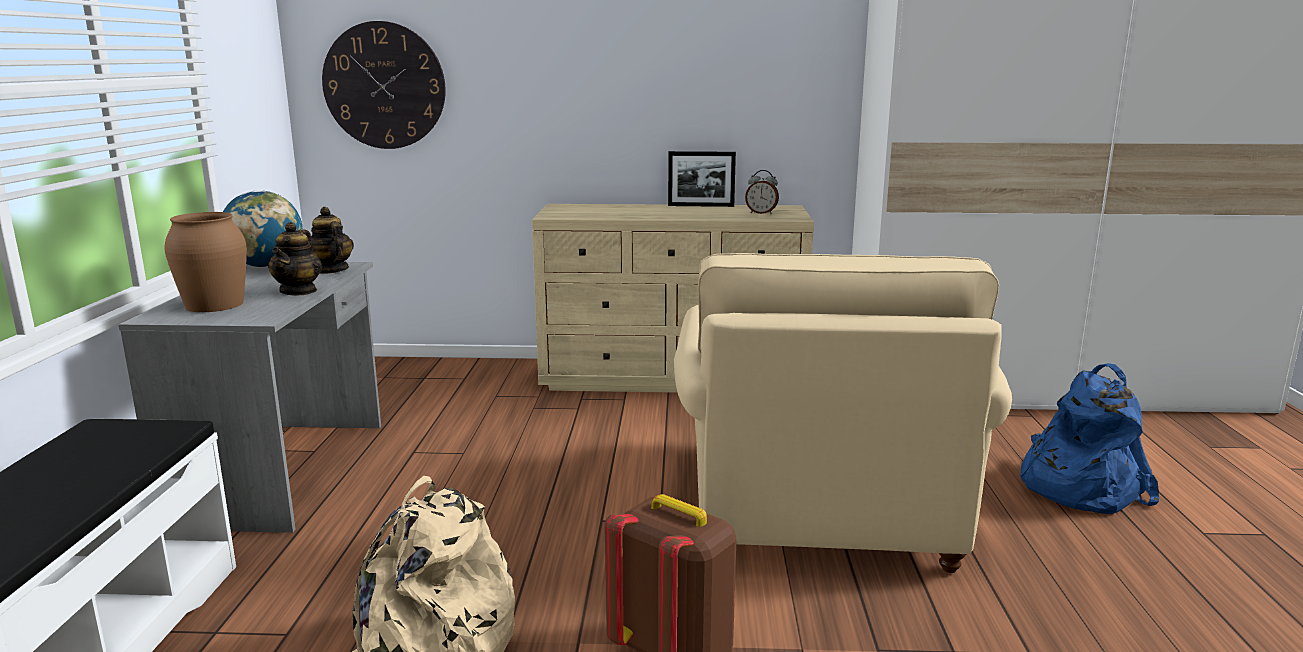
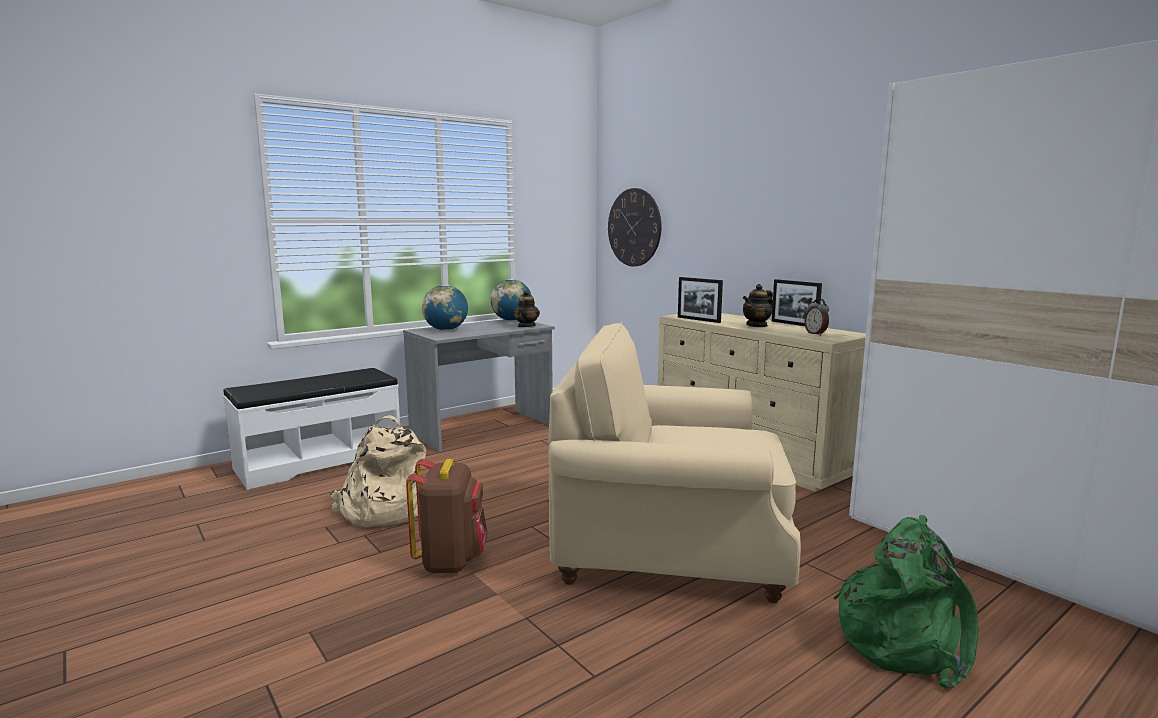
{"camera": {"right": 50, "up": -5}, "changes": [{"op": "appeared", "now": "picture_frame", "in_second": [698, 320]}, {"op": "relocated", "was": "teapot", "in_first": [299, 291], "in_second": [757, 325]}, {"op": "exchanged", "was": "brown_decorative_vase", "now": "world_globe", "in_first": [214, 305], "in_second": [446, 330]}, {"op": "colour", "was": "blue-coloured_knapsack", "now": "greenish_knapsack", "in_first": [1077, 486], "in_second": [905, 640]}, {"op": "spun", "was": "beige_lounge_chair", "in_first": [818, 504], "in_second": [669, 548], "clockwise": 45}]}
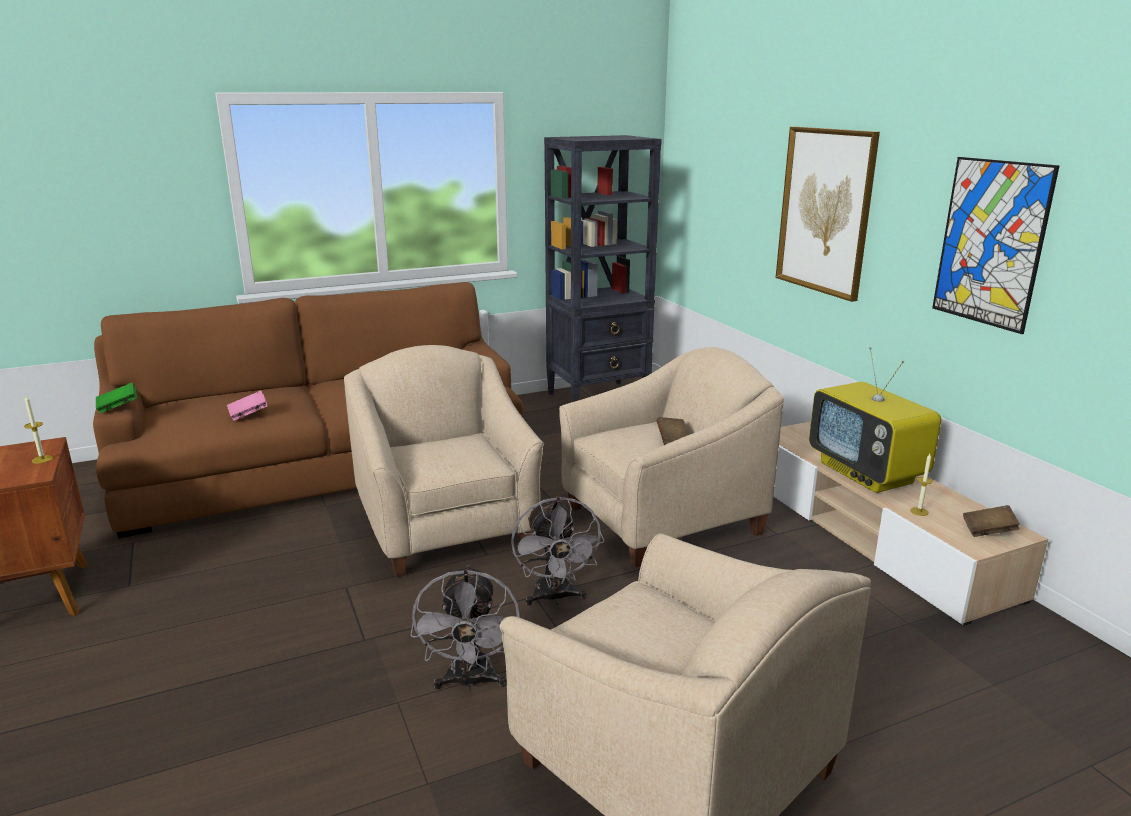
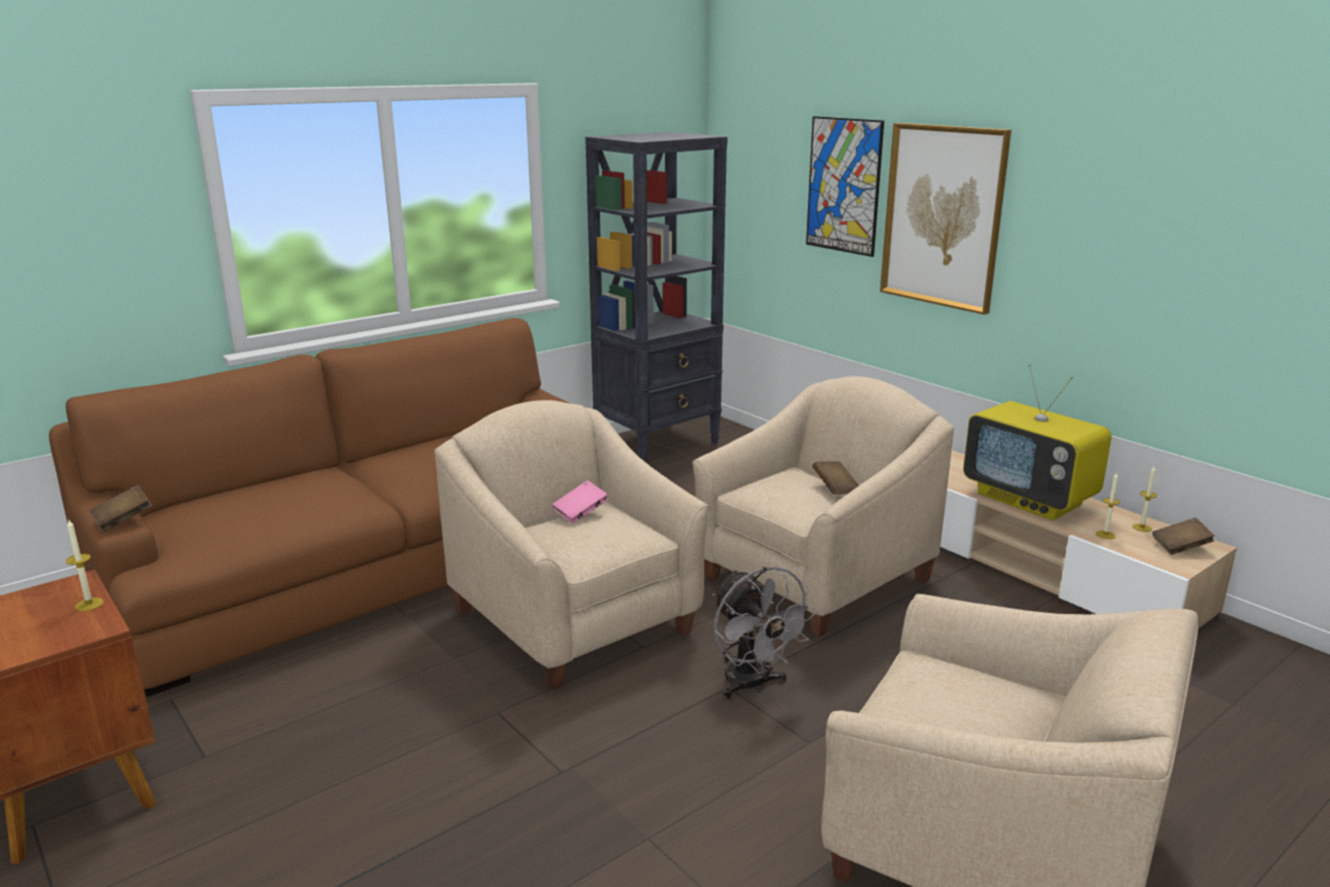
{"camera": {"right": -15, "up": 0}, "changes": [{"op": "missing", "was": "greyish_cooling_fan", "in_first": [470, 682]}, {"op": "appeared", "now": "candle", "in_second": [1142, 528]}, {"op": "relocated", "was": "pink-coloured_bound_book", "in_first": [248, 414], "in_second": [580, 513]}, {"op": "relocated", "was": "wall_art", "in_first": [991, 243], "in_second": [843, 185]}, {"op": "colour", "was": "greenish_bound_book", "now": "brown_bound_book", "in_first": [118, 407], "in_second": [123, 520]}]}
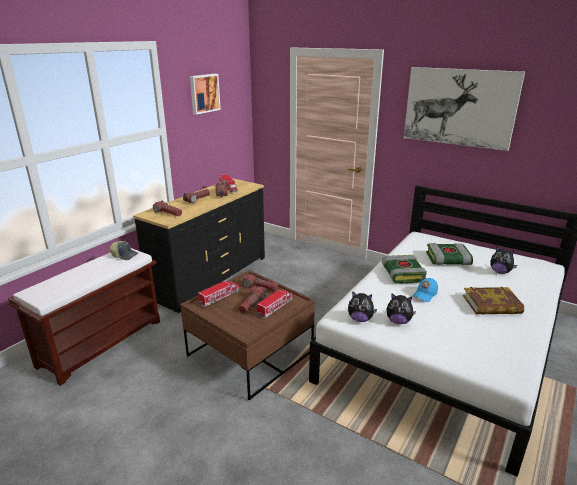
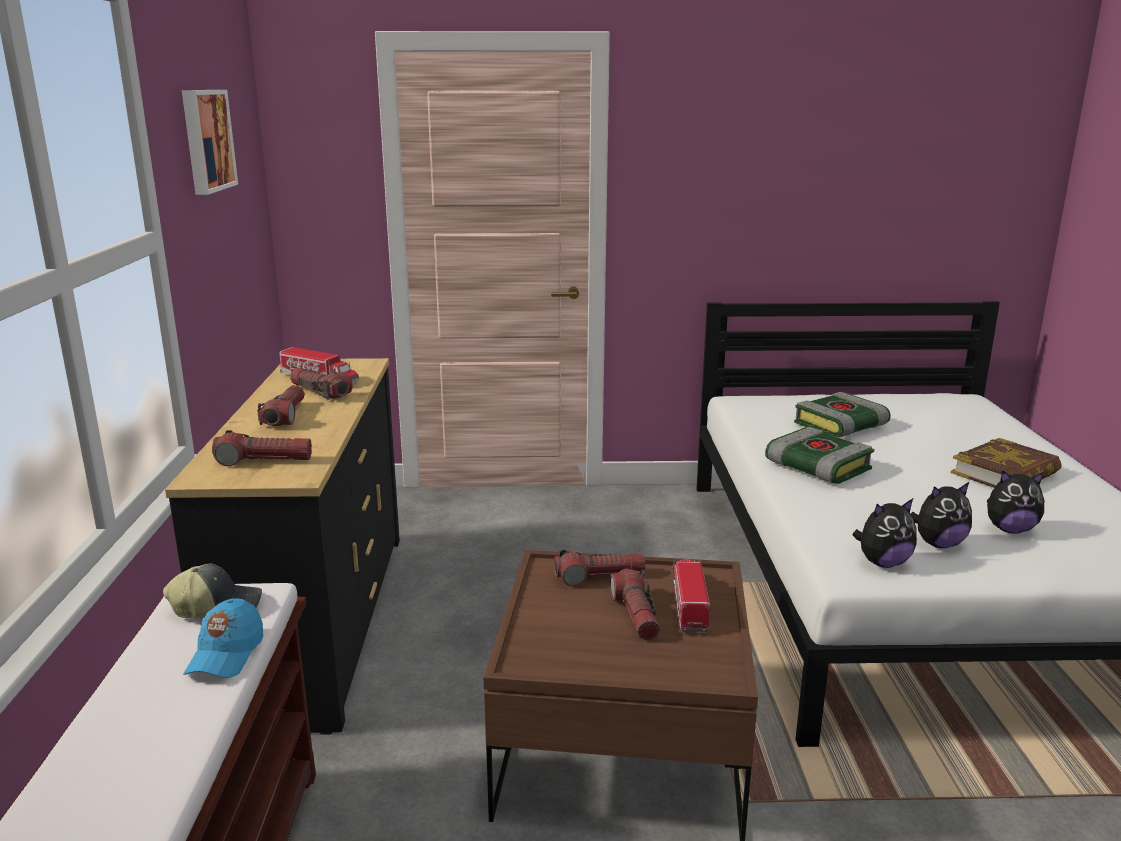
{"camera": {"right": -35, "up": -5}, "changes": [{"op": "missing", "was": "model_truck", "in_first": [219, 297]}, {"op": "missing", "was": "wall_art", "in_first": [459, 107]}, {"op": "relocated", "was": "blue-coloured_baseball_cap", "in_first": [424, 295], "in_second": [226, 655]}, {"op": "relocated", "was": "soft_toy", "in_first": [500, 272], "in_second": [1009, 529]}]}
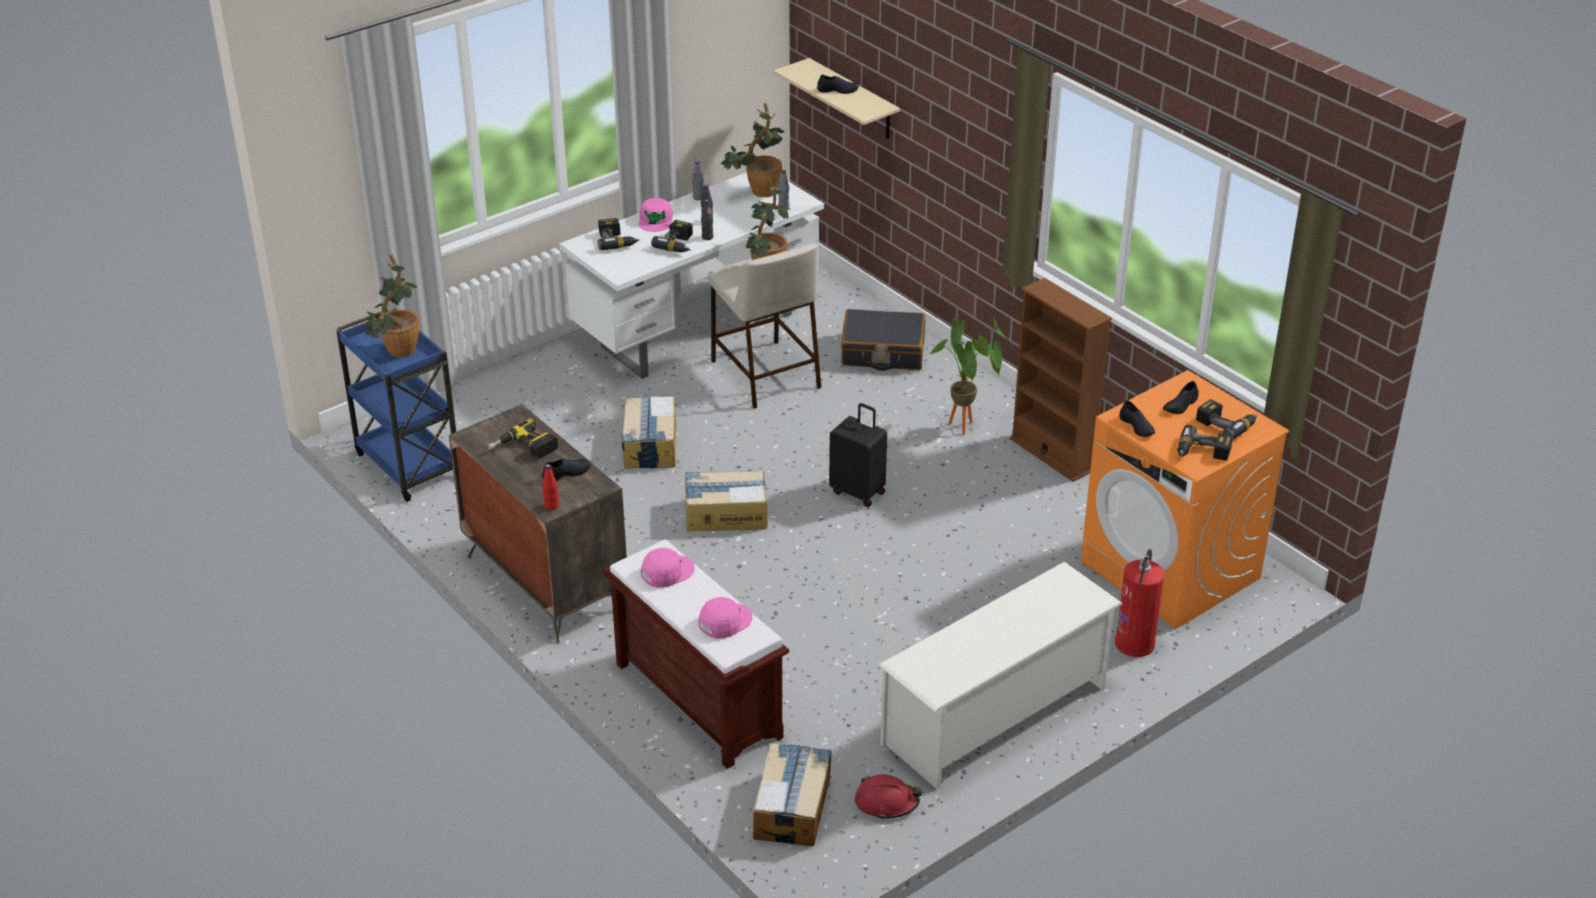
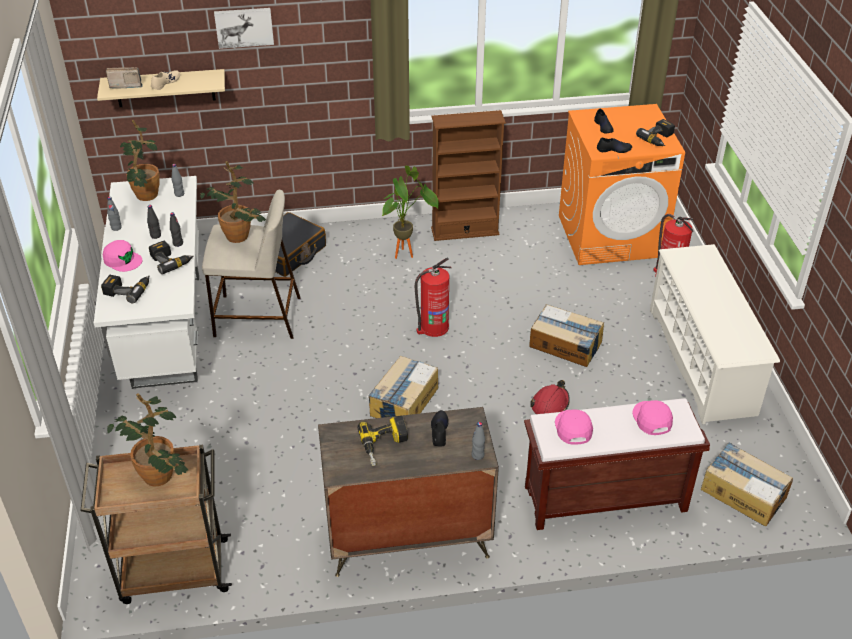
{"camera": {"right": -60, "up": 5}, "changes": [{"op": "missing", "was": "drill", "in_first": [1226, 424]}, {"op": "appeared", "now": "radio", "in_second": [125, 85]}, {"op": "appeared", "now": "wall_art", "in_second": [244, 27]}, {"op": "relocated", "was": "cardboard_box", "in_first": [650, 445], "in_second": [565, 345]}, {"op": "relocated", "was": "red-coloured_hard_hat", "in_first": [886, 802], "in_second": [550, 404]}, {"op": "exchanged", "was": "black-coloured_suitcase", "now": "fire-fighting_cylinder", "in_first": [858, 492], "in_second": [433, 327]}, {"op": "colour", "was": "blue-coloured_trolley", "now": "brown_trolley", "in_first": [408, 464], "in_second": [172, 571]}, {"op": "colour", "was": "red-coloured_beverage_bottle", "now": "greyish_beverage_bottle", "in_first": [551, 506], "in_second": [477, 455]}, {"op": "colour", "was": "black-coloured_low_shoe", "now": "beige_low_shoe", "in_first": [837, 90], "in_second": [165, 82]}]}
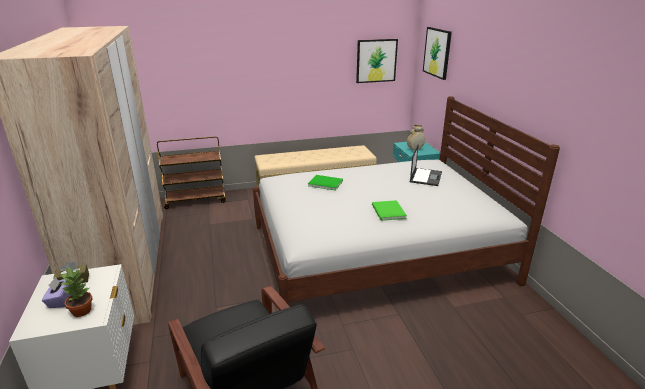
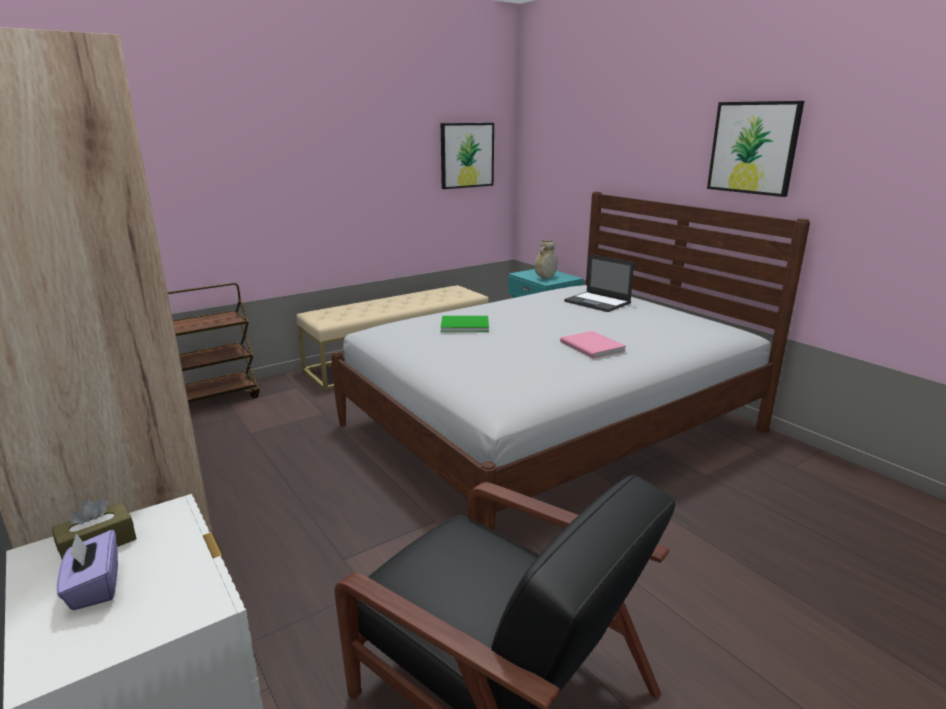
{"camera": {"right": -20, "up": -5}, "changes": [{"op": "missing", "was": "plant_in_a_pot", "in_first": [82, 310]}, {"op": "relocated", "was": "wall_art", "in_first": [437, 52], "in_second": [753, 148]}, {"op": "colour", "was": "greenish_bound_book", "now": "pink-coloured_bound_book", "in_first": [388, 212], "in_second": [592, 347]}, {"op": "spun", "was": "portable_computer", "in_first": [425, 177], "in_second": [598, 302], "clockwise": 135}]}
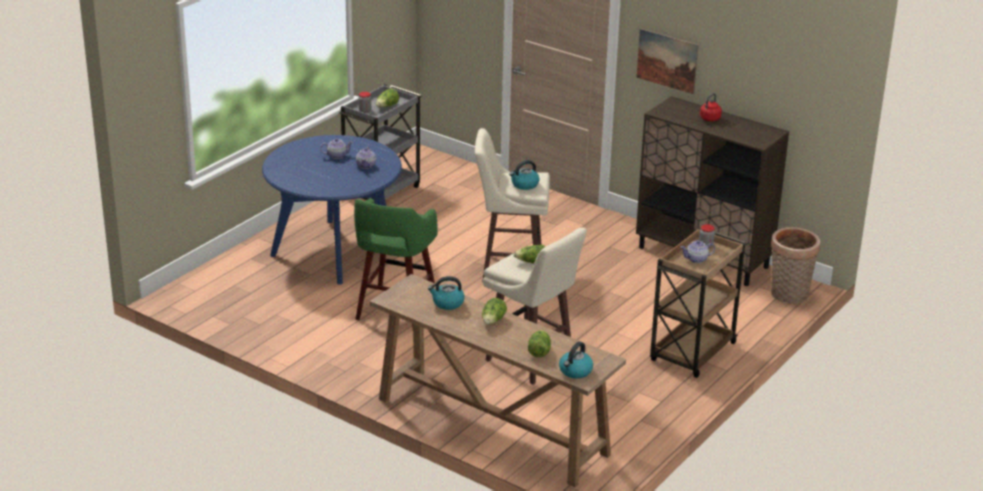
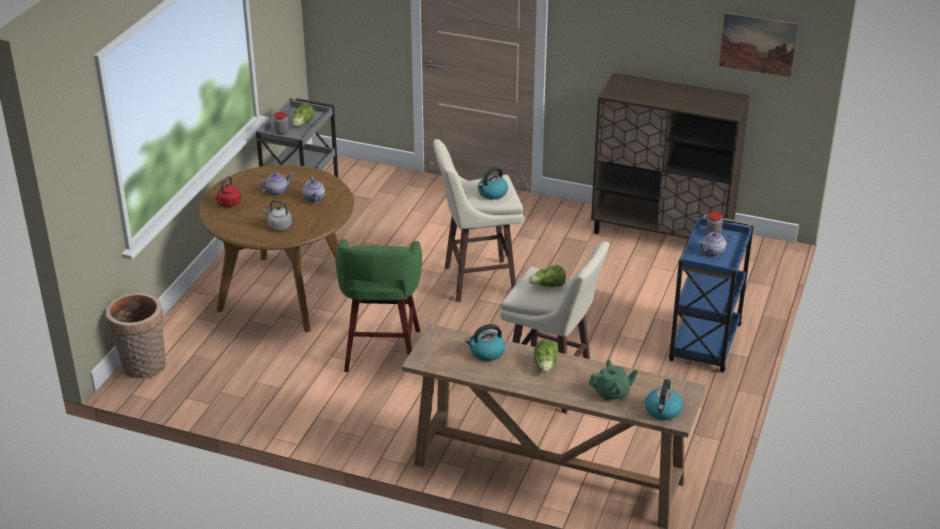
{"camera": {"right": -15, "up": 5}, "changes": [{"op": "appeared", "now": "greyish_kettle", "in_second": [278, 226]}, {"op": "relocated", "was": "wall_art", "in_first": [667, 61], "in_second": [758, 44]}, {"op": "relocated", "was": "red-coloured_kettle", "in_first": [709, 119], "in_second": [228, 204]}, {"op": "relocated", "was": "storage_basket", "in_first": [788, 296], "in_second": [143, 368]}, {"op": "exchanged", "was": "head_of_lettuce", "now": "greenish_teapot", "in_first": [539, 351], "in_second": [612, 393]}, {"op": "colour", "was": "blue-coloured_dining_table", "now": "brown_dining_table", "in_first": [334, 251], "in_second": [284, 293]}, {"op": "colour", "was": "brown_trolley", "now": "blue-coloured_trolley", "in_first": [692, 353], "in_second": [705, 344]}]}
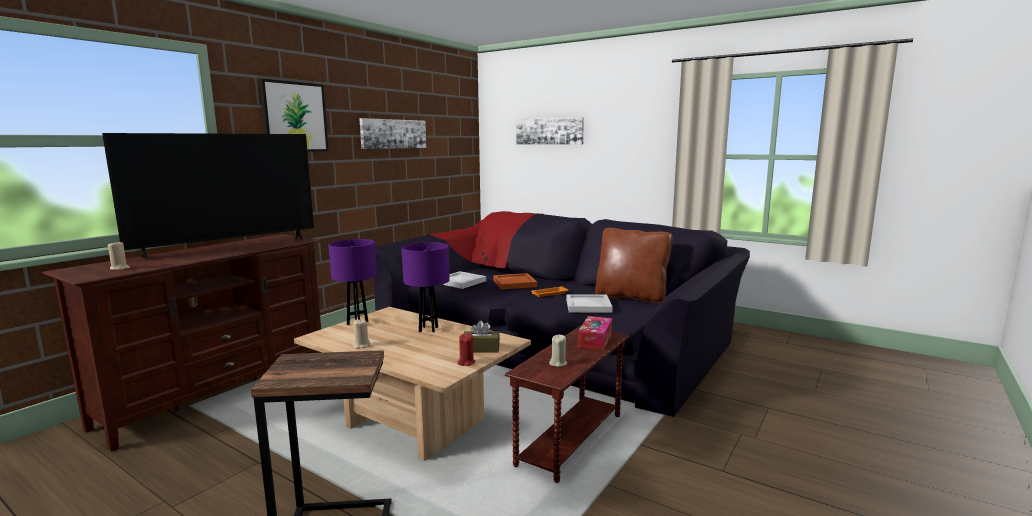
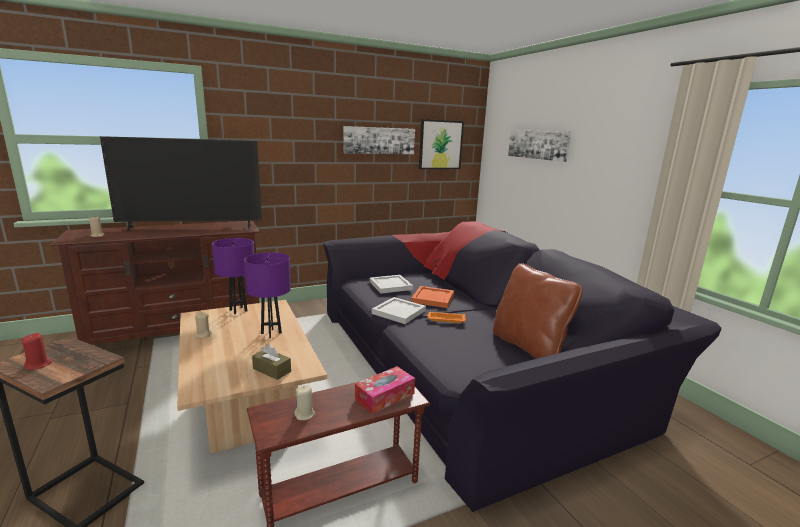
{"camera": {"right": 30, "up": 5}, "changes": [{"op": "relocated", "was": "wall_art", "in_first": [294, 117], "in_second": [440, 145]}, {"op": "relocated", "was": "red-coloured_candle", "in_first": [466, 362], "in_second": [38, 365]}, {"op": "relocated", "was": "white_serving_tray", "in_first": [587, 306], "in_second": [398, 312]}]}
